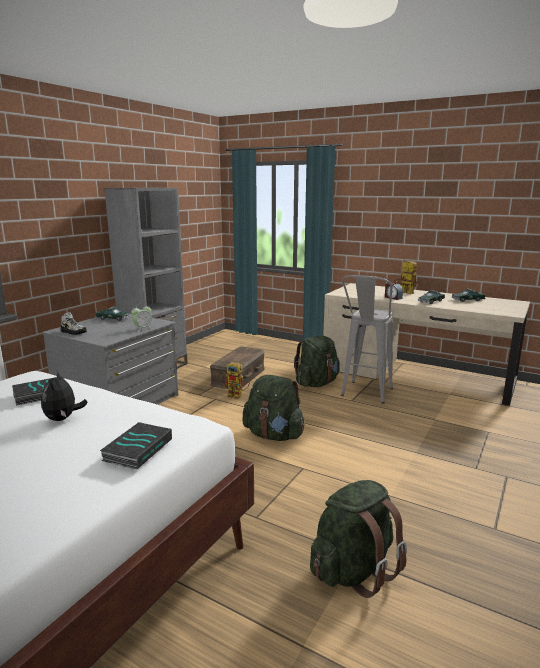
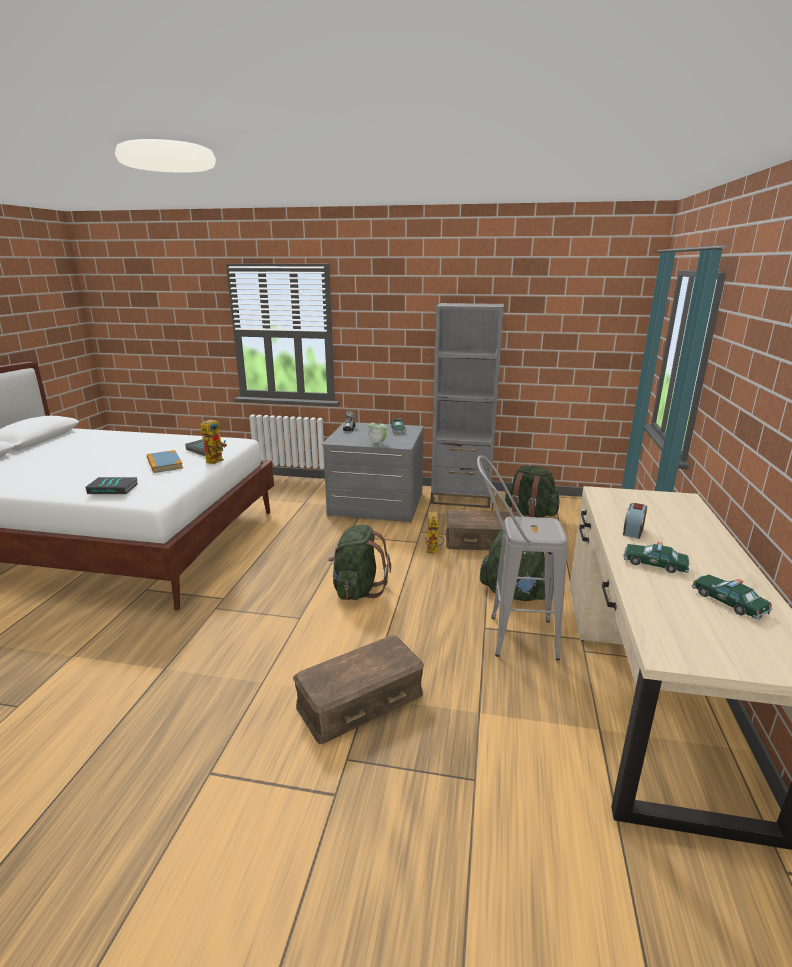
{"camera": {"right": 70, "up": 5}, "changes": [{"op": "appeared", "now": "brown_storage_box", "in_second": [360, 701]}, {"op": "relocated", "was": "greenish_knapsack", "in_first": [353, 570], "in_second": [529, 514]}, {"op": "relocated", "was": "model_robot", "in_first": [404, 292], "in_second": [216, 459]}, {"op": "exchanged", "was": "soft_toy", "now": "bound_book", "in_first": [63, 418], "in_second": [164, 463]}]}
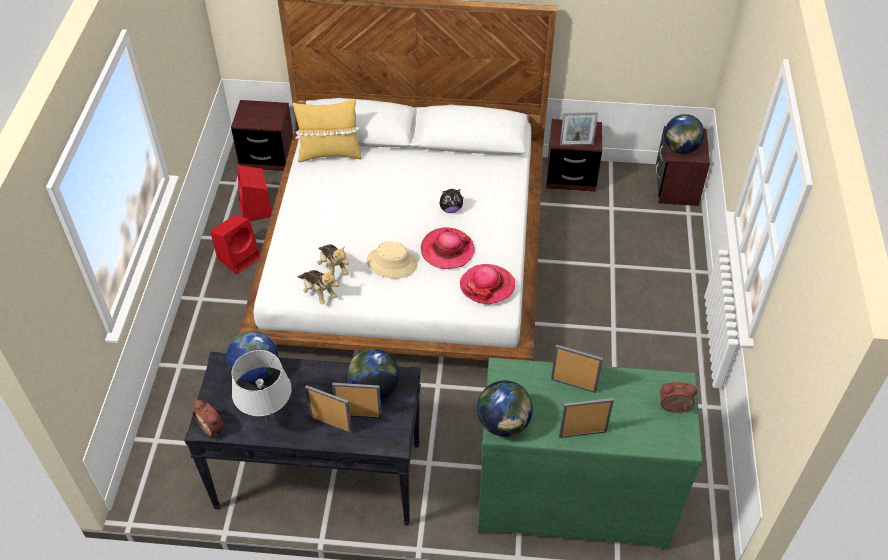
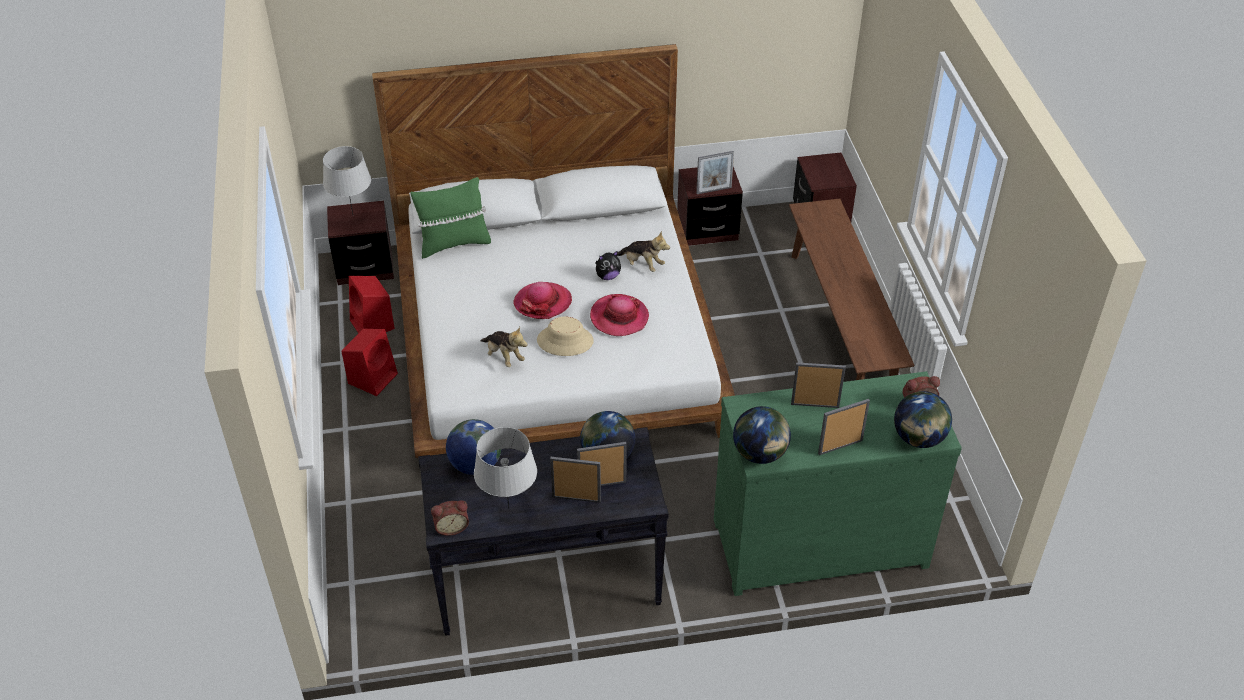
{"camera": {"right": -15, "up": -5}, "changes": [{"op": "appeared", "now": "greyish_tabletop_lamp", "in_second": [352, 215]}, {"op": "appeared", "now": "brown_bench", "in_second": [841, 325]}, {"op": "relocated", "was": "soft_toy", "in_first": [319, 292], "in_second": [642, 264]}, {"op": "relocated", "was": "clothing_hat", "in_first": [487, 286], "in_second": [543, 302]}, {"op": "relocated", "was": "world_globe", "in_first": [680, 148], "in_second": [918, 438]}, {"op": "colour", "was": "yellow-coloured_pillow", "now": "greenish_pillow", "in_first": [329, 153], "in_second": [454, 244]}, {"op": "spun", "was": "table_clock", "in_first": [212, 426], "in_second": [451, 527], "clockwise": -45}]}
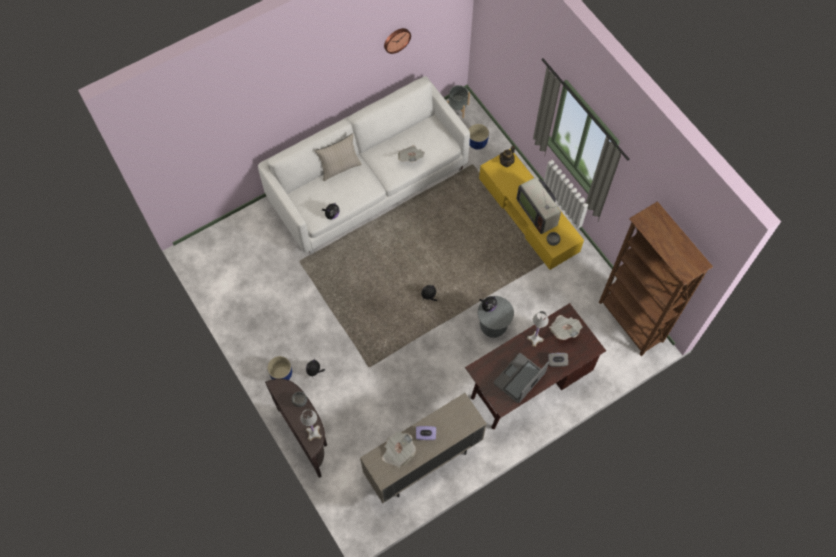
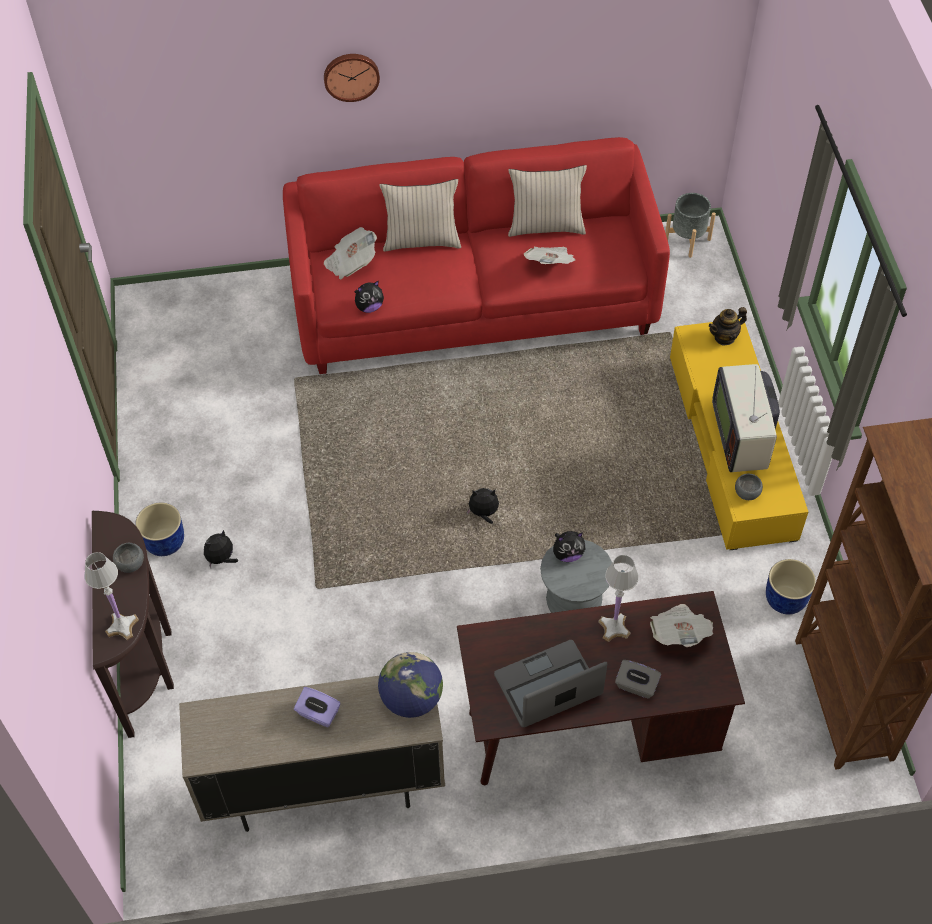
{"camera": {"right": 25, "up": -10}, "changes": [{"op": "appeared", "now": "world_globe", "in_second": [411, 699]}, {"op": "appeared", "now": "beige_pillow", "in_second": [546, 226]}, {"op": "relocated", "was": "newspaper", "in_first": [398, 452], "in_second": [351, 263]}, {"op": "relocated", "was": "clock_on_the_wall", "in_first": [396, 39], "in_second": [351, 75]}, {"op": "relocated", "was": "blue-coloured_plant_pot", "in_first": [477, 143], "in_second": [784, 599]}, {"op": "colour", "was": "white_settee", "now": "red-coloured_settee", "in_first": [368, 183], "in_second": [474, 302]}]}
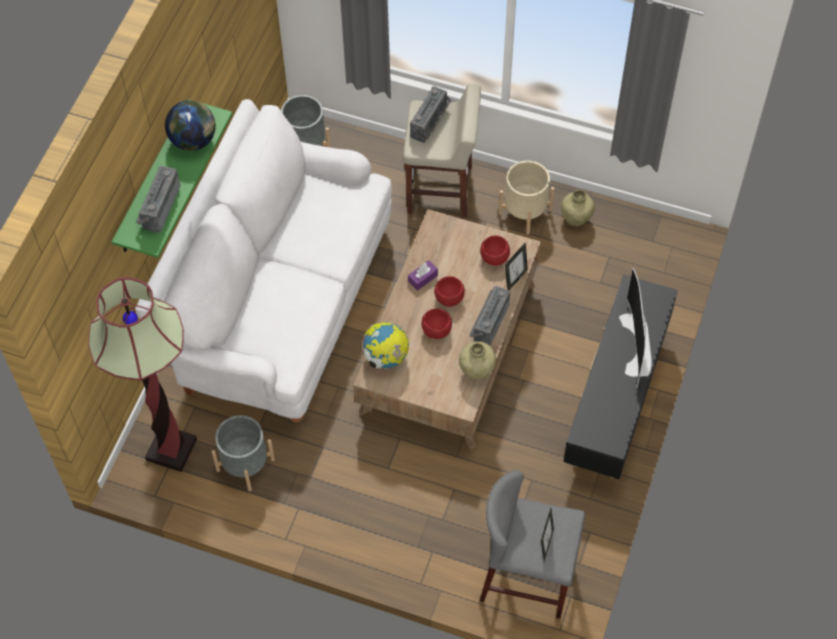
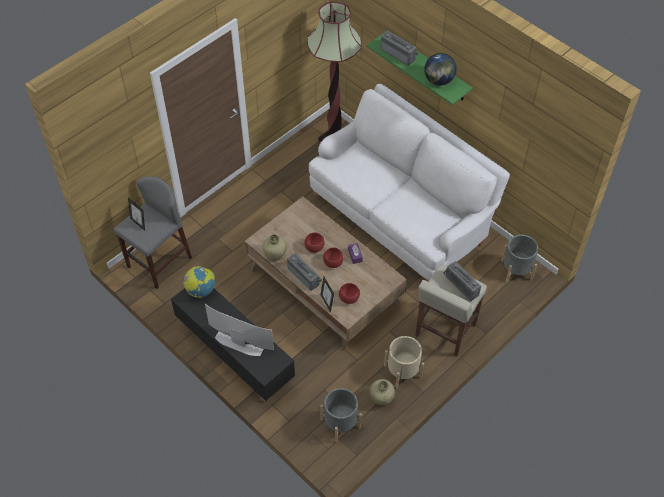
{"camera": {"right": 115, "up": -5}, "changes": [{"op": "relocated", "was": "greyish_plant_pot", "in_first": [245, 465], "in_second": [340, 423]}, {"op": "relocated", "was": "world_globe", "in_first": [386, 357], "in_second": [201, 290]}]}
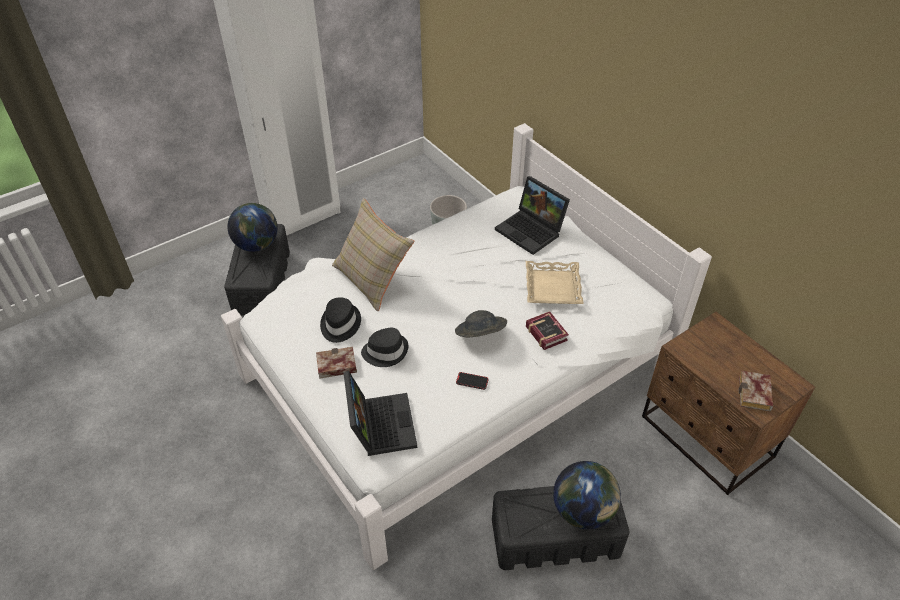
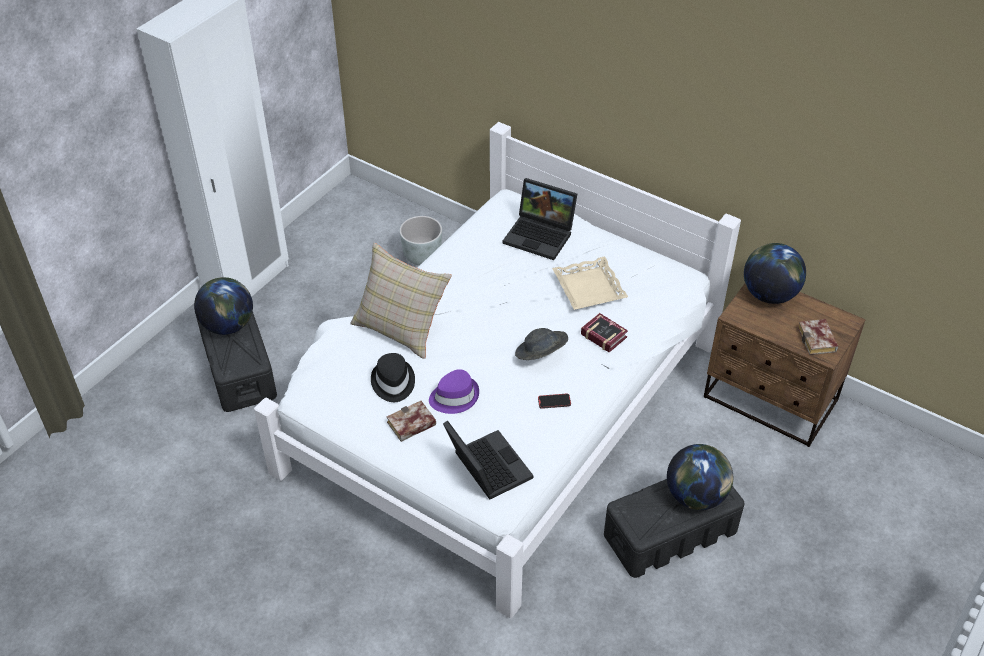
{"camera": {"right": -20, "up": 0}, "changes": [{"op": "appeared", "now": "world_globe", "in_second": [769, 294]}, {"op": "colour", "was": "black-coloured_clothing_hat", "now": "purplish_clothing_hat", "in_first": [385, 351], "in_second": [454, 396]}]}
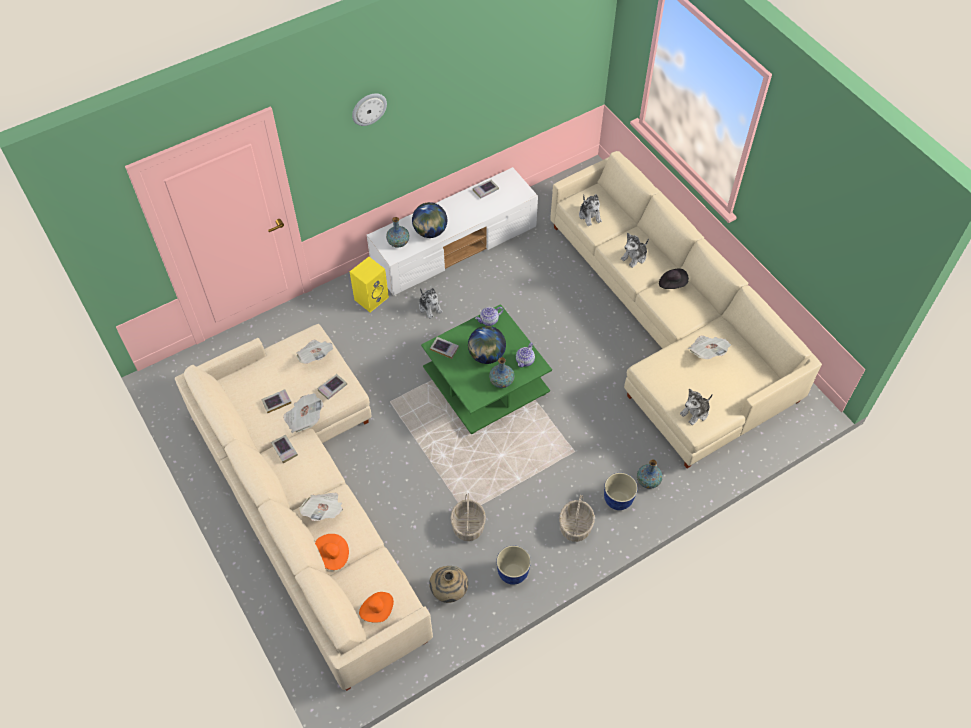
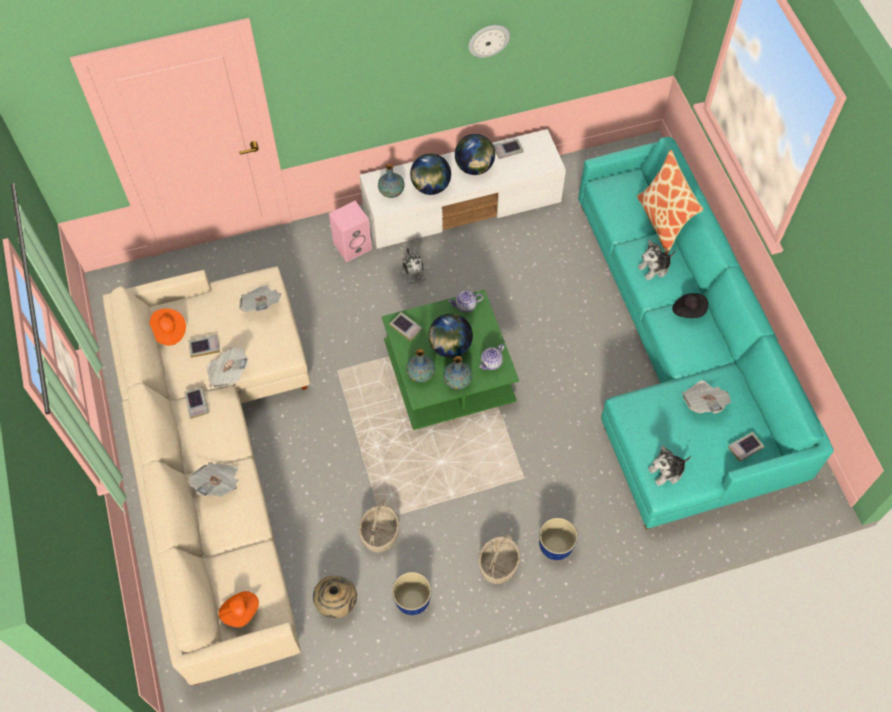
{"camera": {"right": 15, "up": 5}, "changes": [{"op": "missing", "was": "soft_toy", "in_first": [589, 215]}, {"op": "appeared", "now": "world_globe", "in_second": [474, 167]}, {"op": "appeared", "now": "pillow", "in_second": [663, 222]}, {"op": "relocated", "was": "orange_clothing_hat", "in_first": [332, 555], "in_second": [168, 331]}, {"op": "relocated", "was": "bound_book", "in_first": [332, 388], "in_second": [745, 448]}, {"op": "relocated", "was": "clock_on_the_wall", "in_first": [368, 108], "in_second": [488, 40]}, {"op": "relocated", "was": "decorative_vase", "in_first": [648, 481], "in_second": [421, 374]}, {"op": "colour", "was": "yellow-coloured_audio_speaker", "now": "pink-coloured_audio_speaker", "in_first": [371, 297], "in_second": [353, 245]}, {"op": "colour", "was": "beige_settee", "now": "turquoise_settee", "in_first": [671, 328], "in_second": [679, 358]}]}
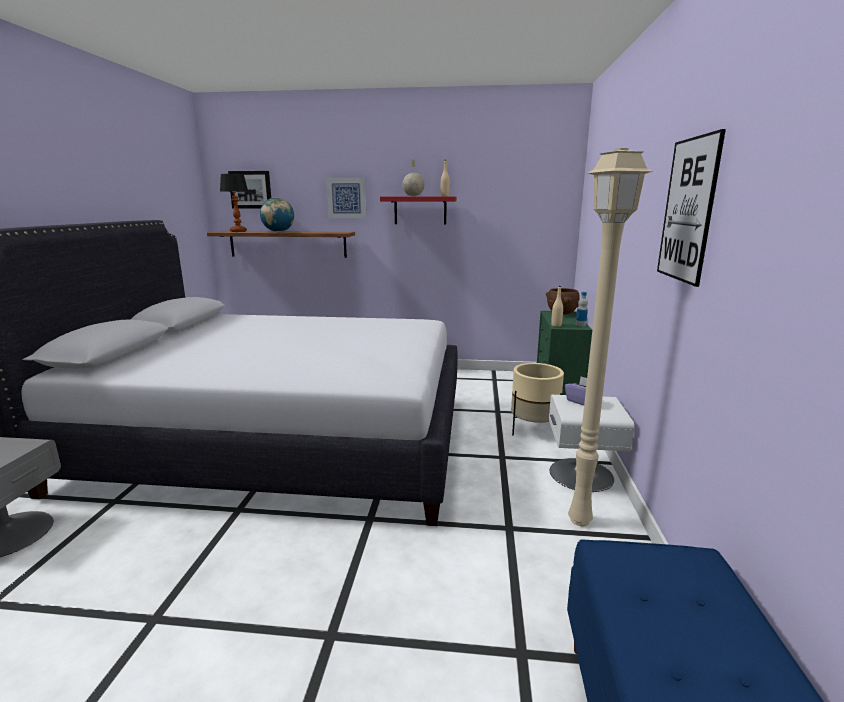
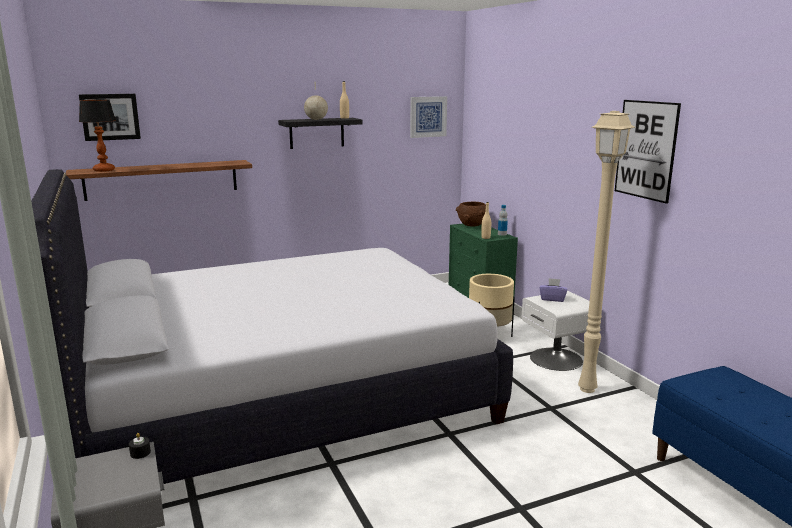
{"camera": {"right": -30, "up": 0}, "changes": [{"op": "missing", "was": "world_globe", "in_first": [278, 231]}, {"op": "appeared", "now": "black-coloured_candle", "in_second": [140, 453]}, {"op": "relocated", "was": "wall_art", "in_first": [346, 198], "in_second": [428, 116]}, {"op": "colour", "was": "red-coloured_shelf", "now": "black-coloured_shelf", "in_first": [420, 210], "in_second": [316, 133]}]}
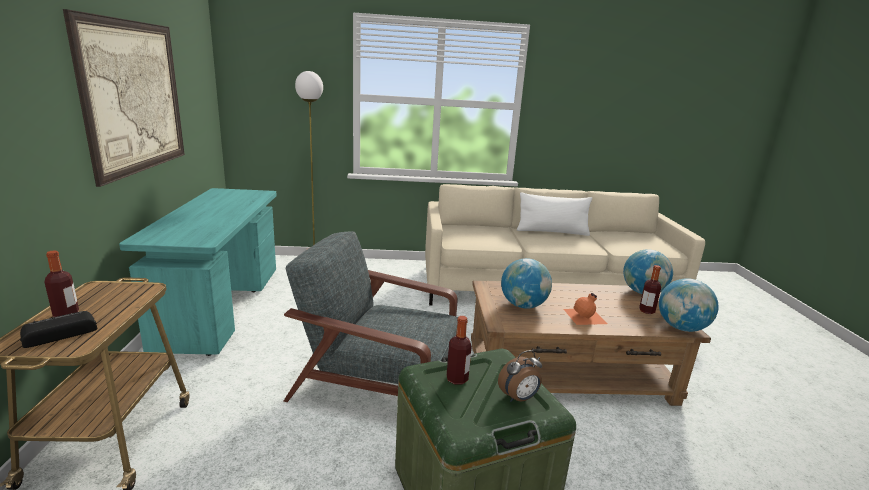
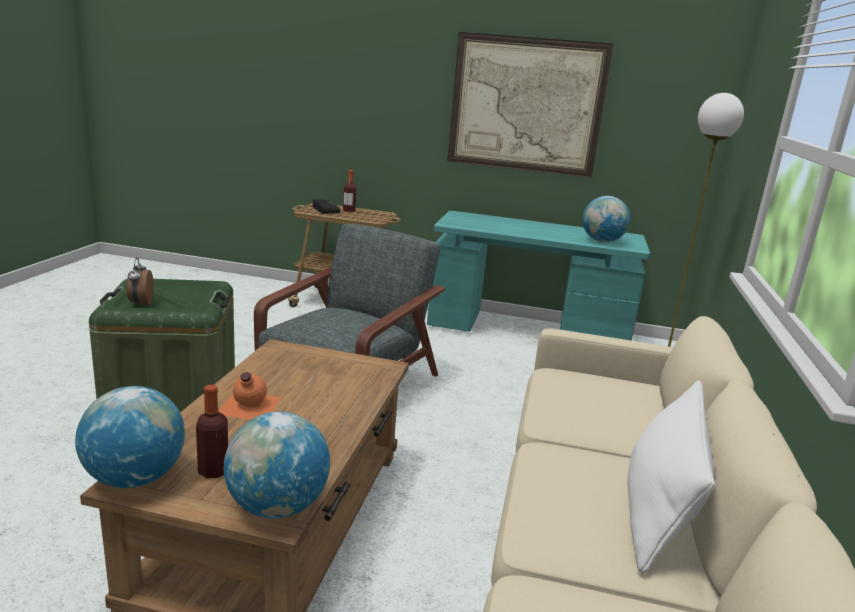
{"camera": {"right": 105, "up": 0}, "changes": [{"op": "missing", "was": "beverage_bottle", "in_first": [457, 379]}, {"op": "relocated", "was": "world_globe", "in_first": [523, 305], "in_second": [602, 241]}]}
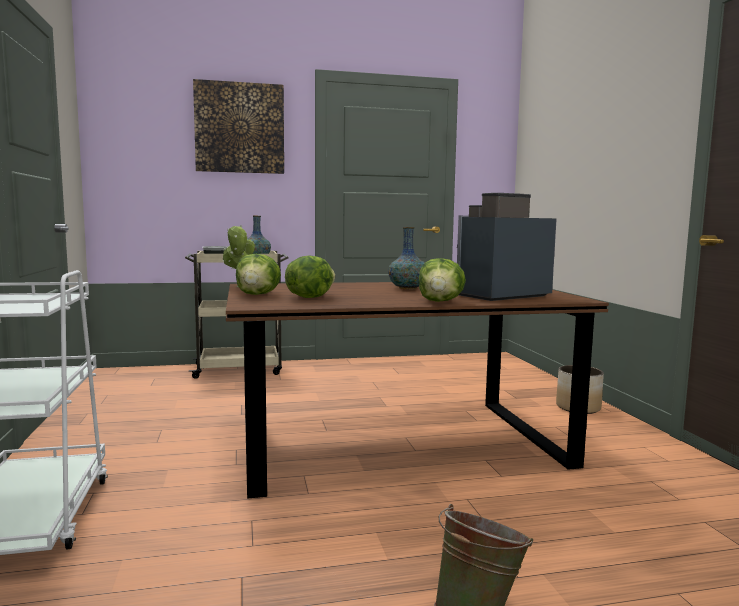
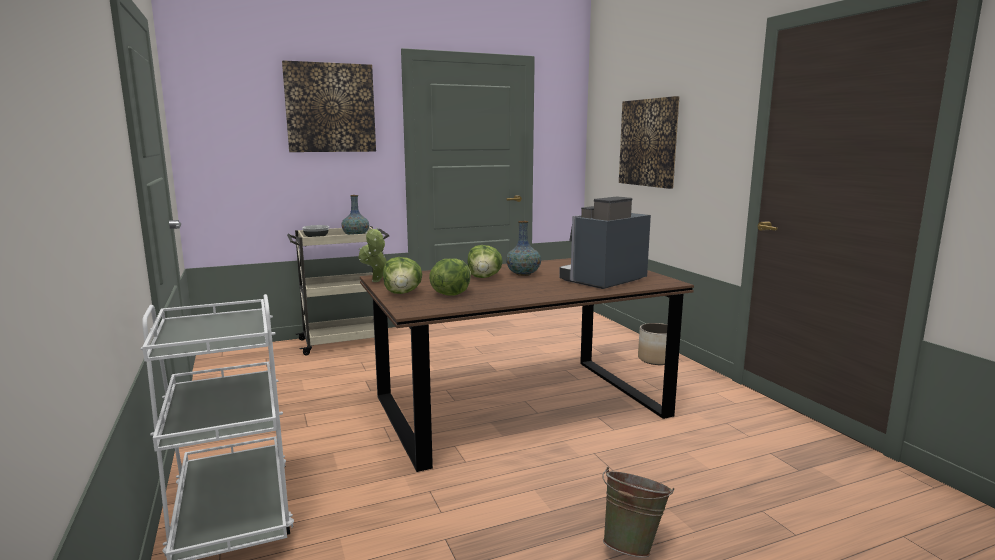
{"camera": {"right": -10, "up": 5}, "changes": [{"op": "appeared", "now": "wall_art", "in_second": [648, 143]}, {"op": "relocated", "was": "head_of_lettuce", "in_first": [440, 301], "in_second": [484, 277]}]}
